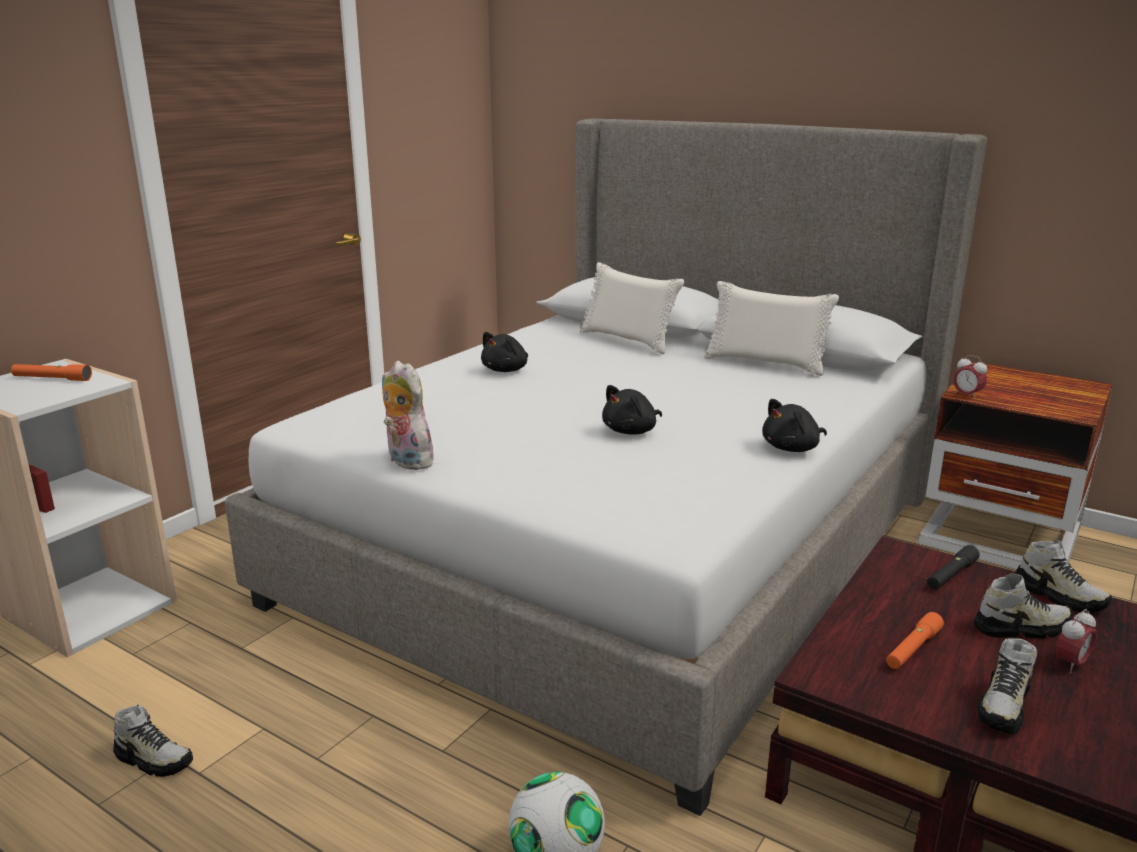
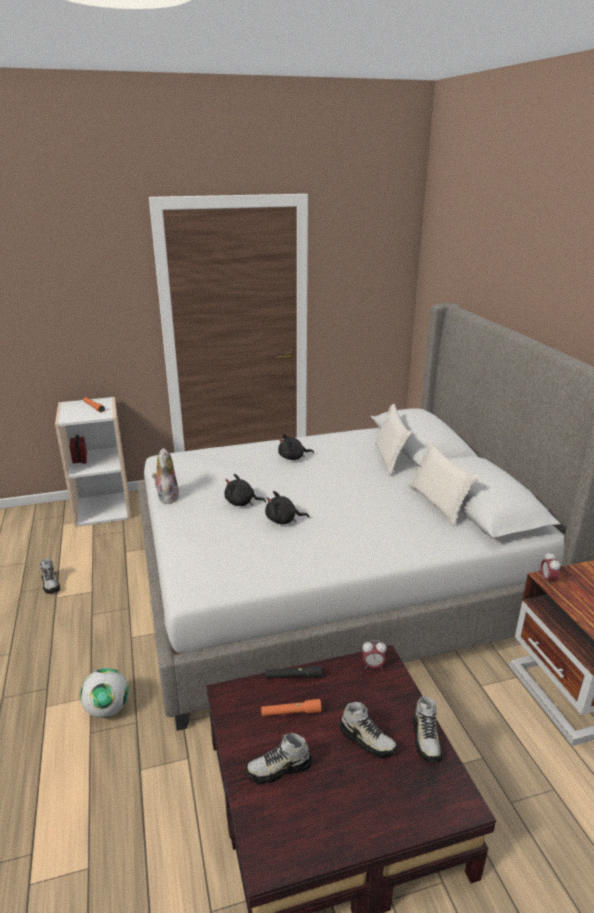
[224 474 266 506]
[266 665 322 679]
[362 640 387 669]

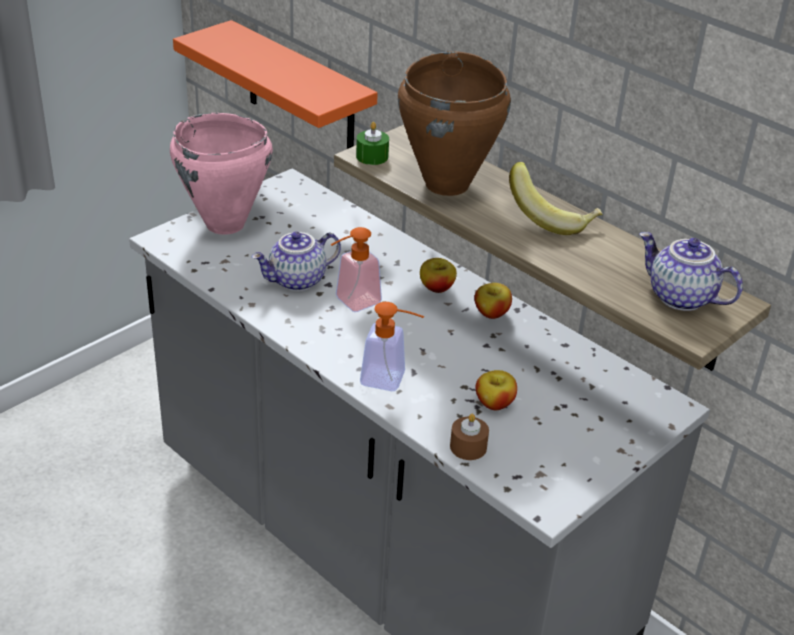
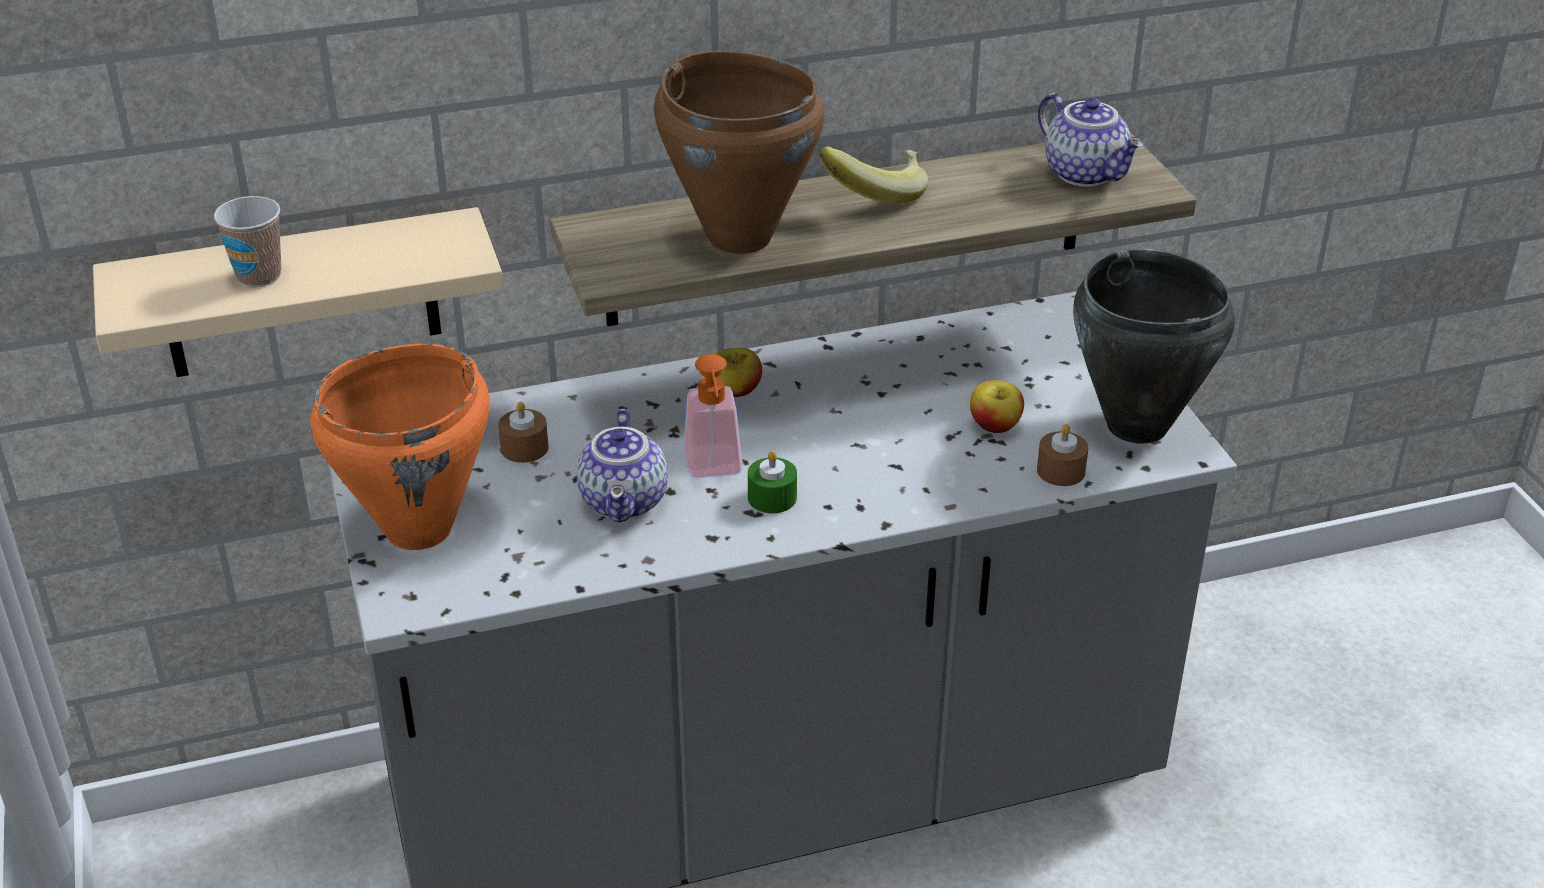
[310 344 490 550]
[93 207 504 377]
[748 450 797 513]
[360 302 424 391] (first image)
[474 283 512 319] (first image)
[1038 93 1144 187]
[214 196 281 287]
[498 401 548 463]
[1073 248 1235 443]

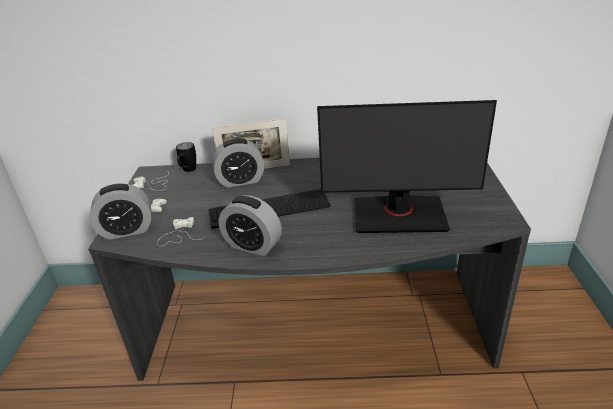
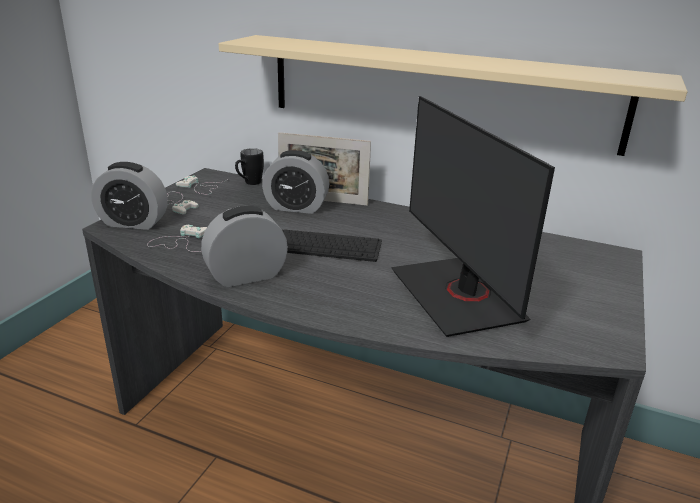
[201 206 288 287]
[391 96 555 337]
[219 35 687 156]

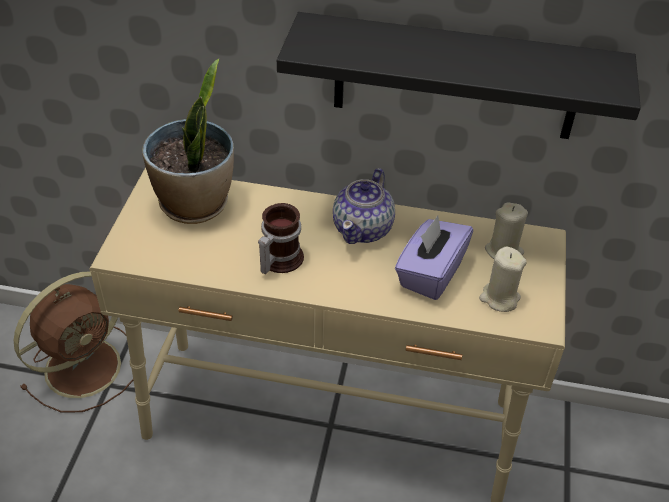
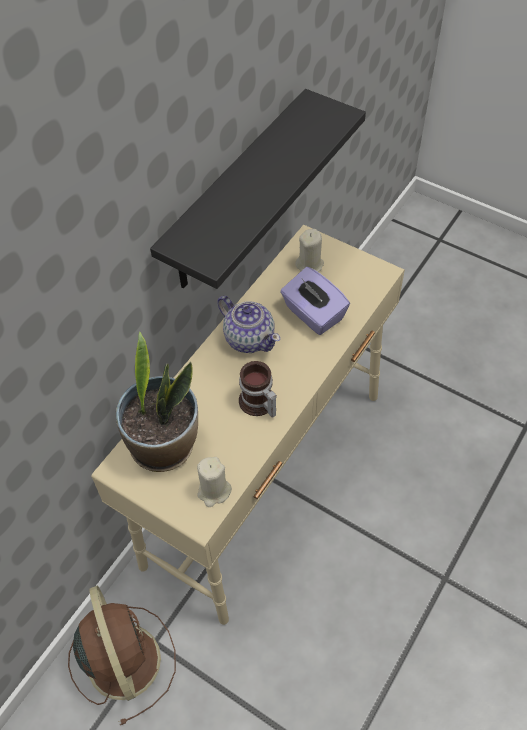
[197 457 232 507]

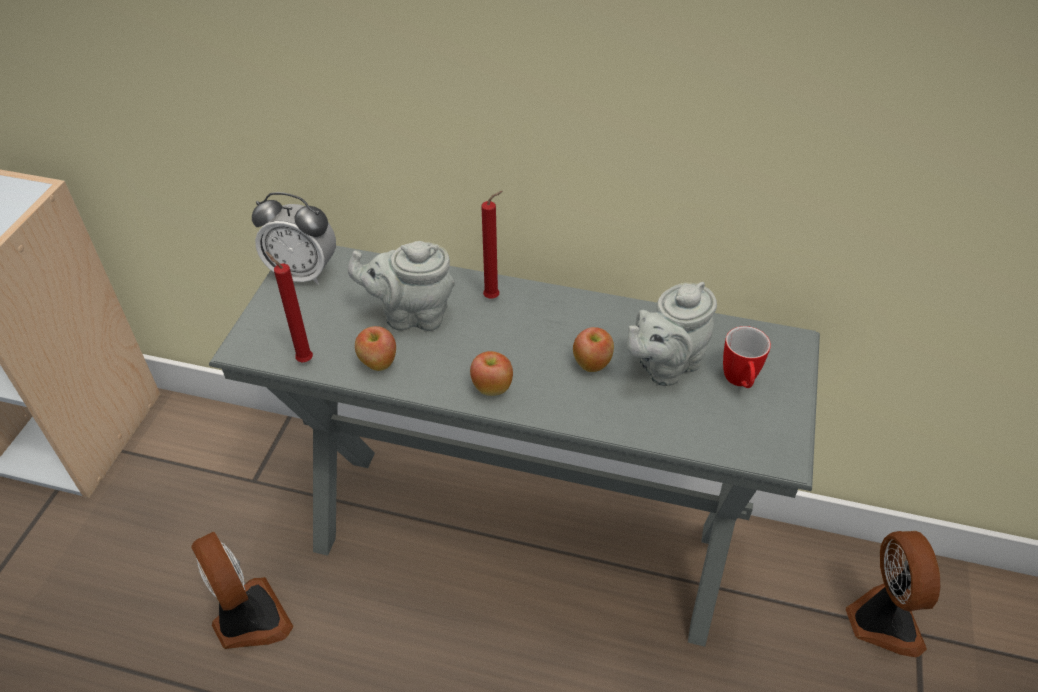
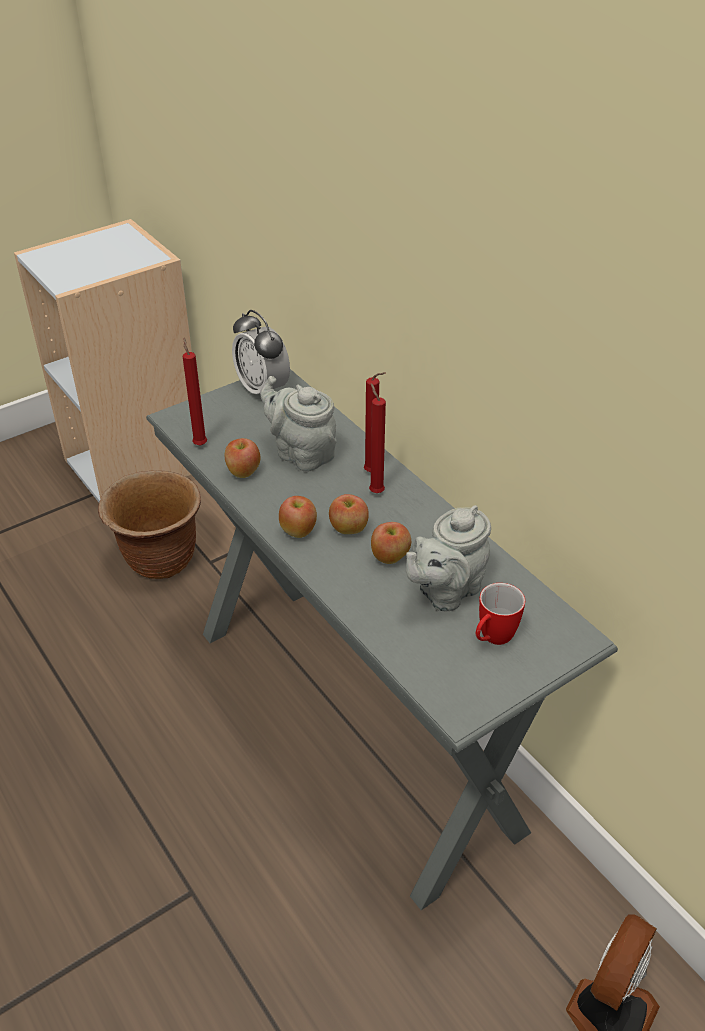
[191 531 294 649] (first image)
[406 505 491 612]
[98 471 201 579]
[329 494 369 534]
[369 383 386 493]

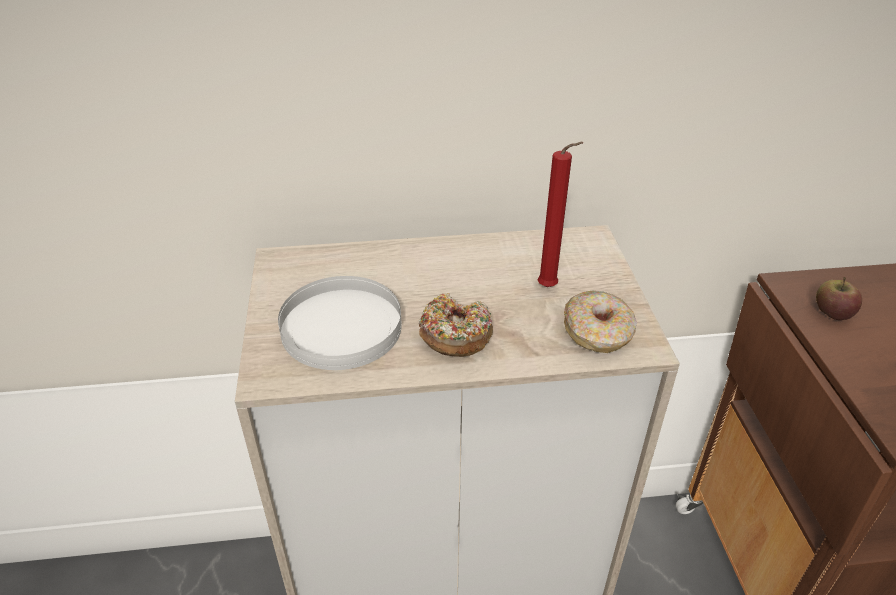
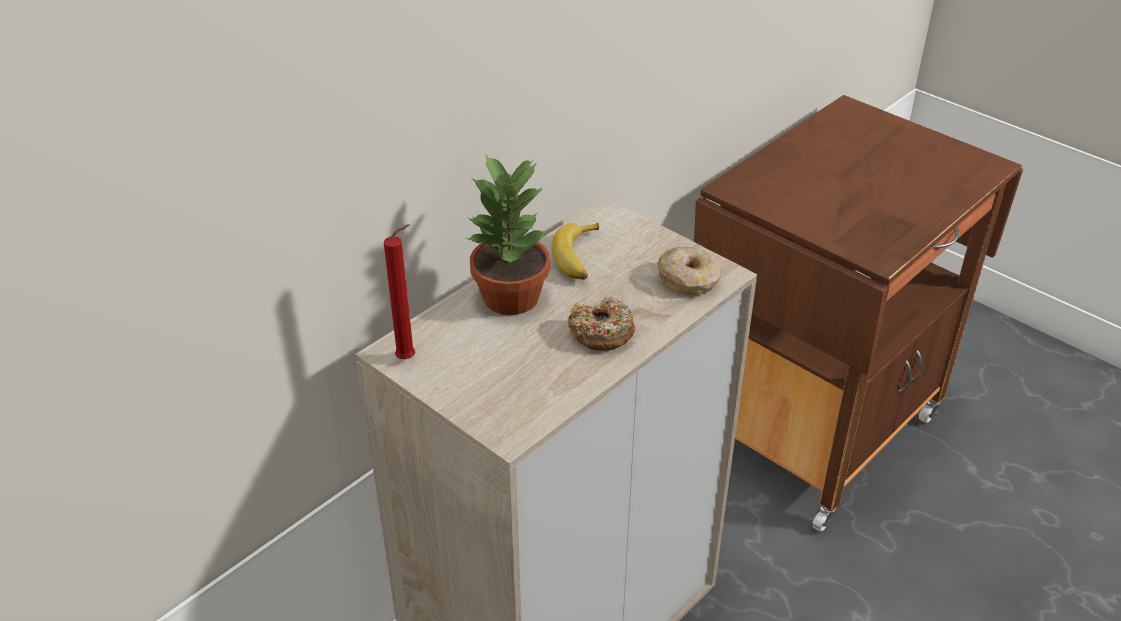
[278 276 402 370] (first image)
[384 224 415 359]
[816 277 862 320] (first image)
[465 153 550 315]
[551 223 599 280]

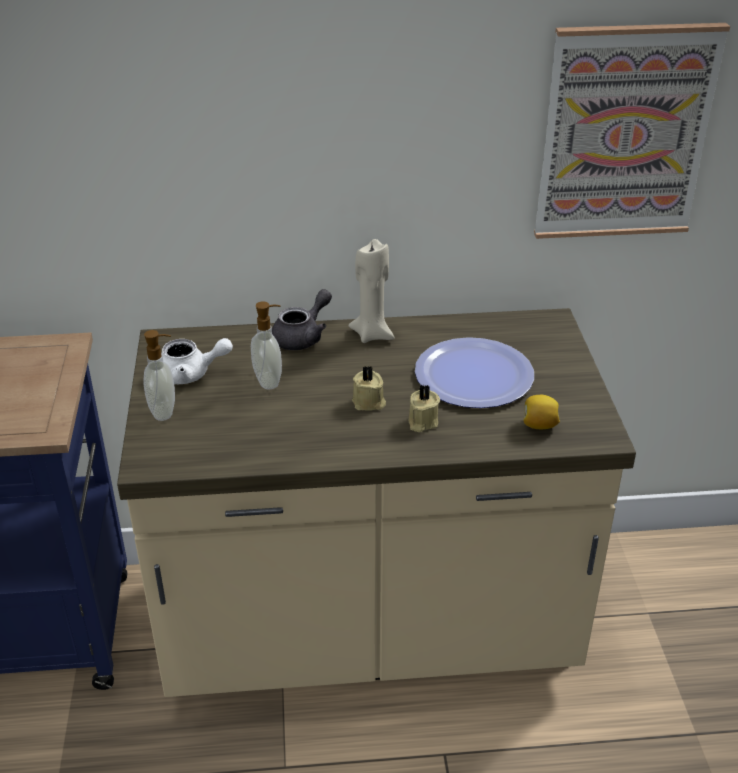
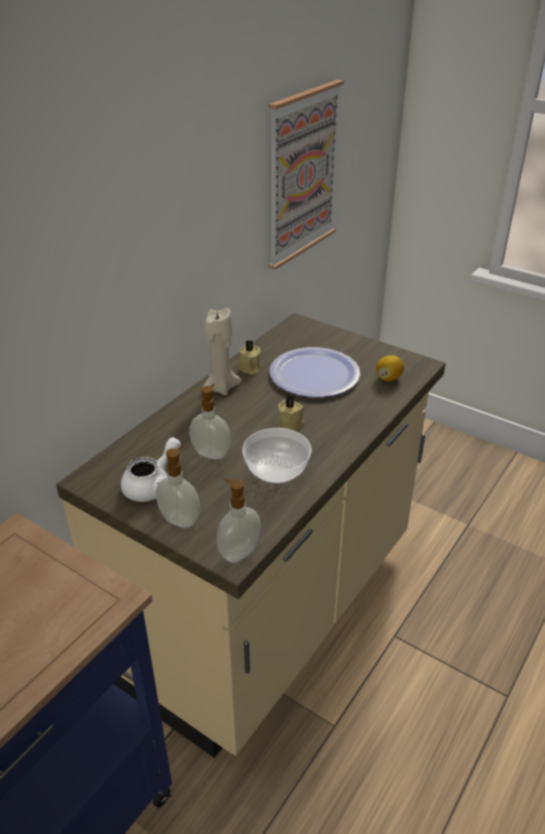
[272 289 332 350] (first image)
[238 340 262 375]
[217 478 261 563]
[242 428 311 484]

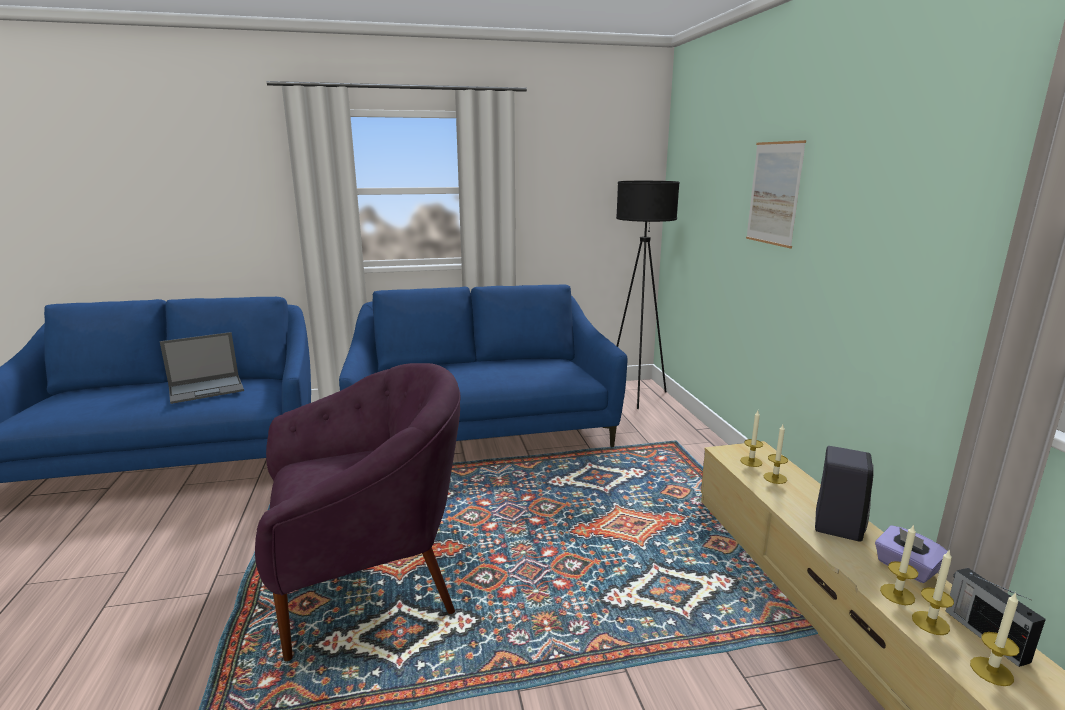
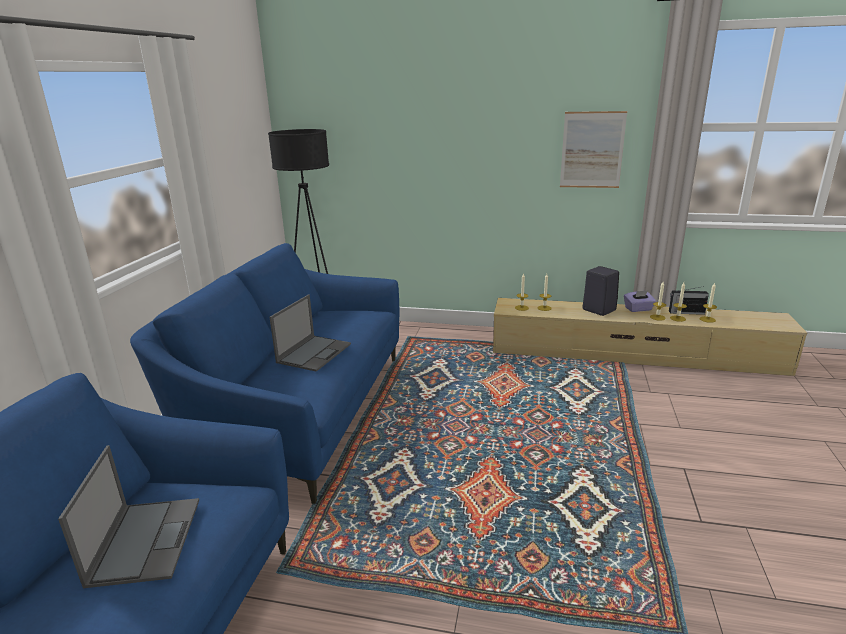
[255 363 461 661] (first image)
[560 111 627 188]
[270 294 351 372]

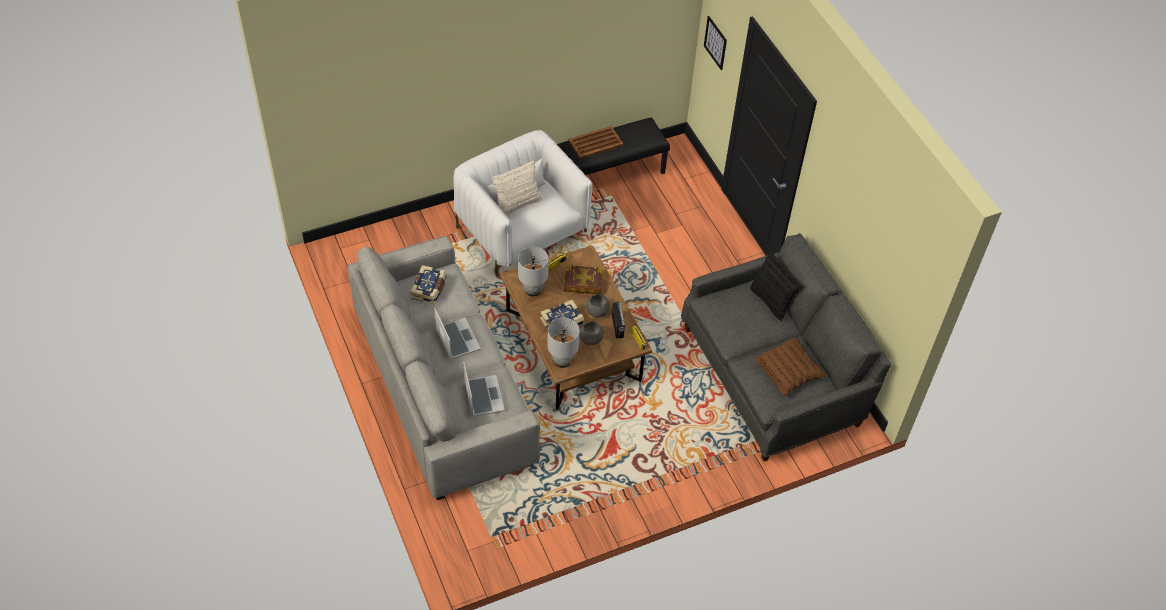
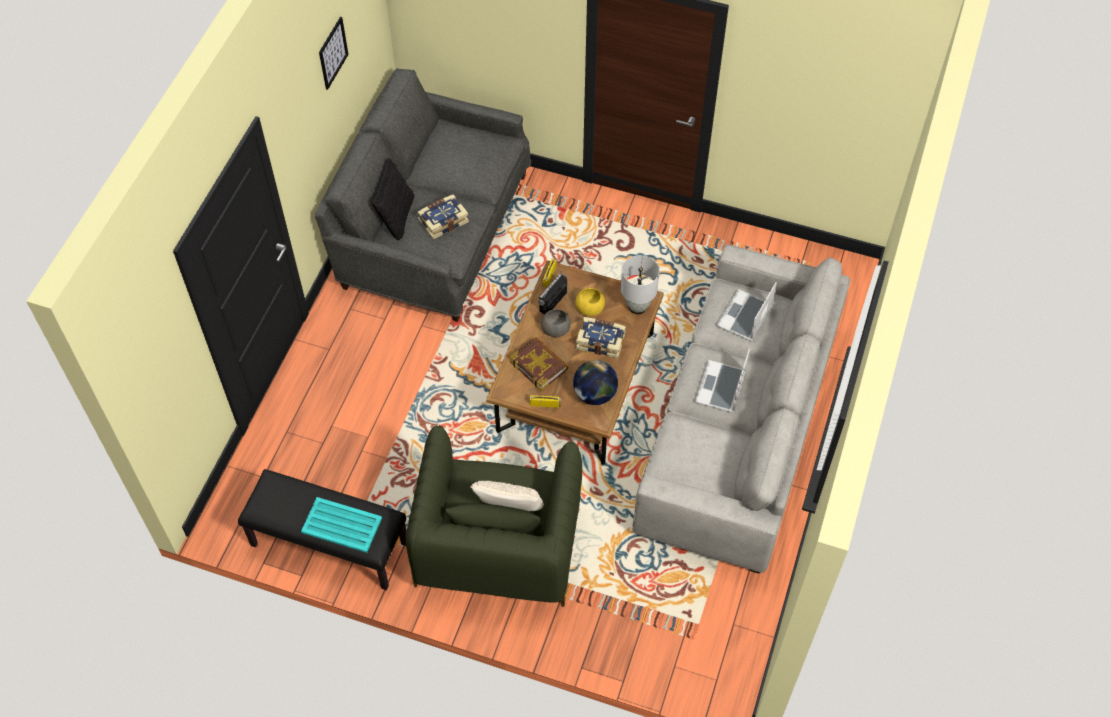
[417 194 469 240]
[405 425 582 607]
[573 360 618 405]
[301 497 382 553]
[576 288 605 316]
[319 17 348 90]
[754 338 825 396] (first image)

